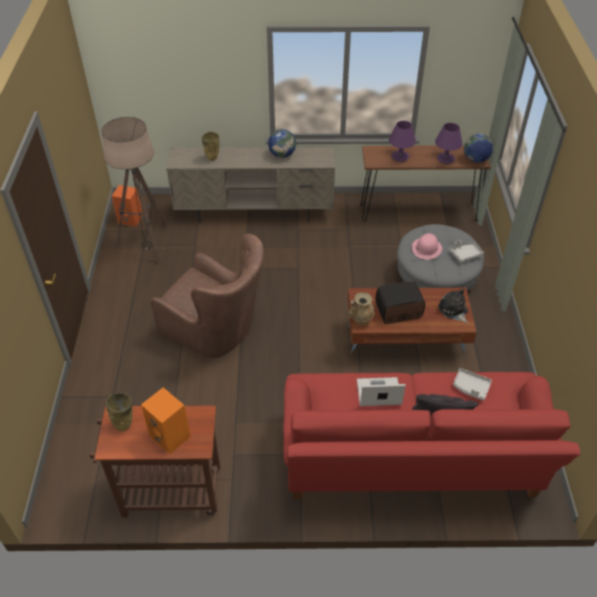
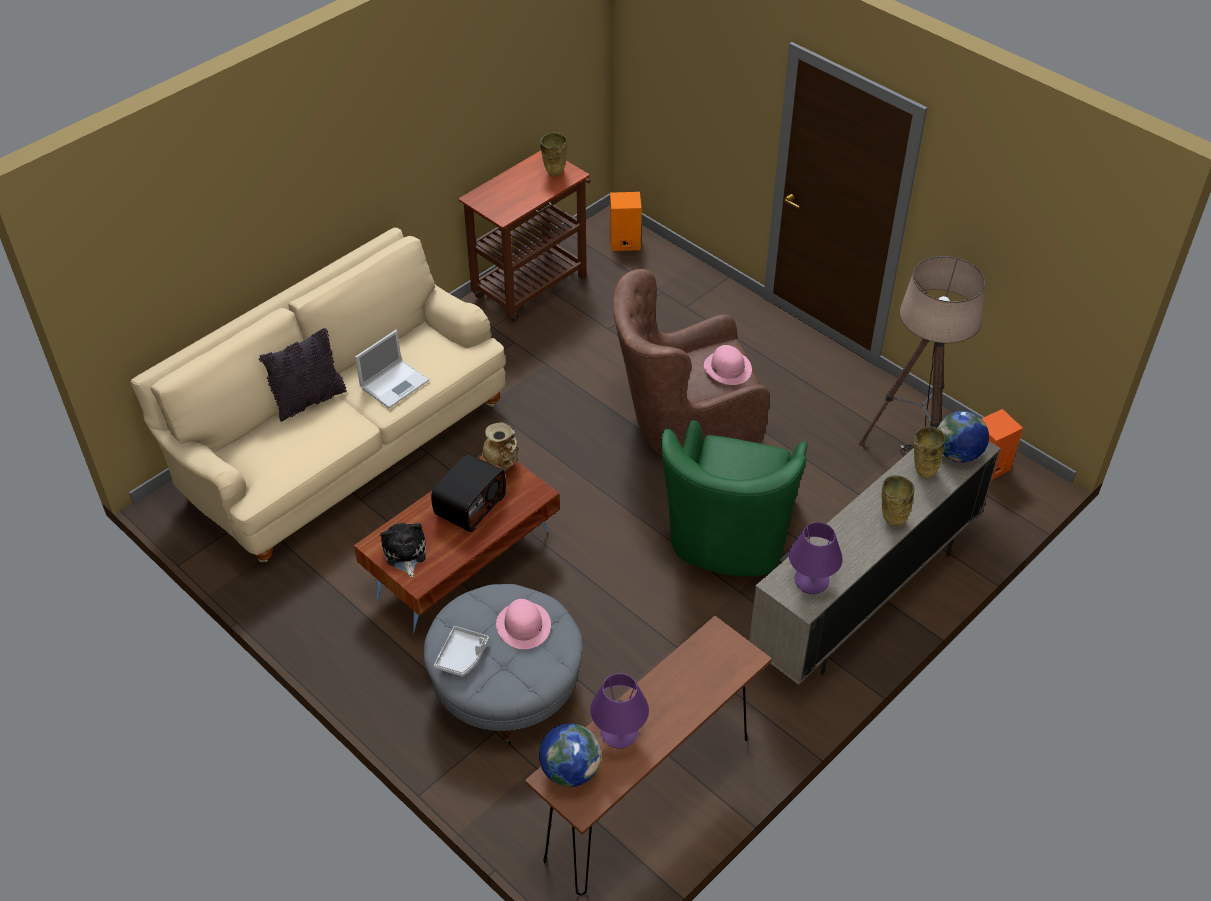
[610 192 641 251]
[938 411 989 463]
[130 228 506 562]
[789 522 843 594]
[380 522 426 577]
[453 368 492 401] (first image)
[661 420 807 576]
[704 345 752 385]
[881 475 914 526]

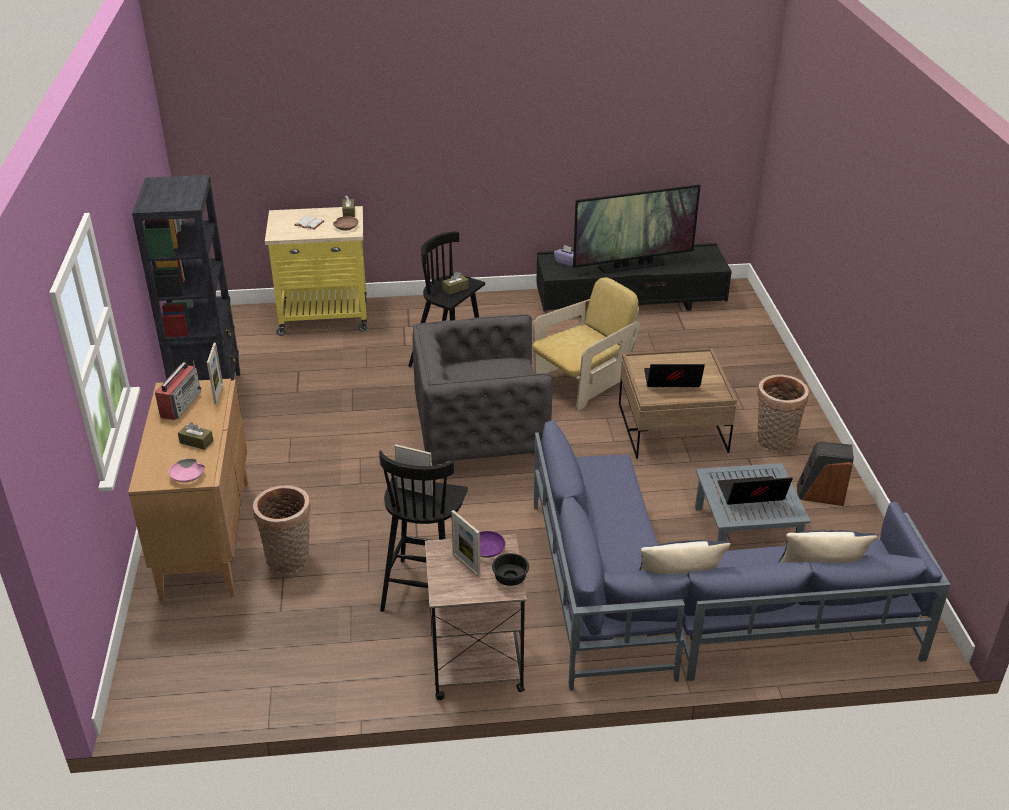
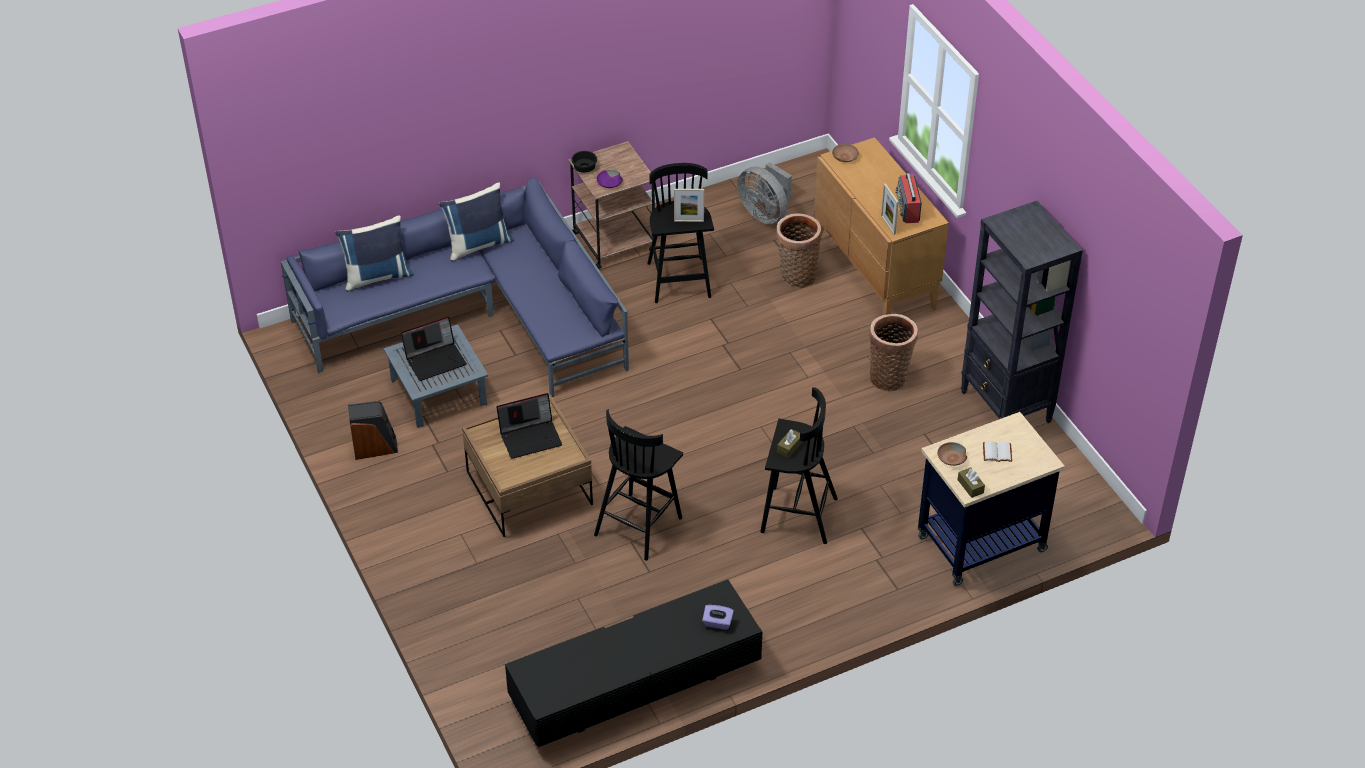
[832 144 859 162]
[178 422 213 450] (first image)
[918 412 1065 586]
[413 314 553 466] (first image)
[451 510 480 577] (first image)
[594 409 683 561]
[573 184 700 273] (first image)
[869 314 918 391]
[737 162 792 224]

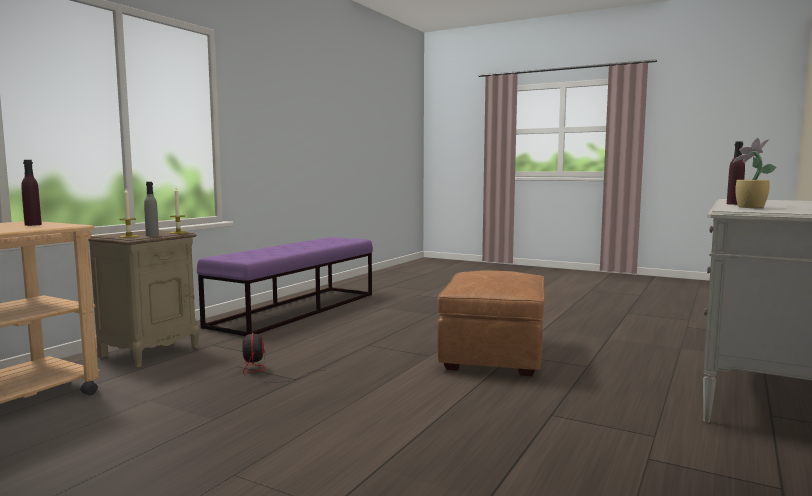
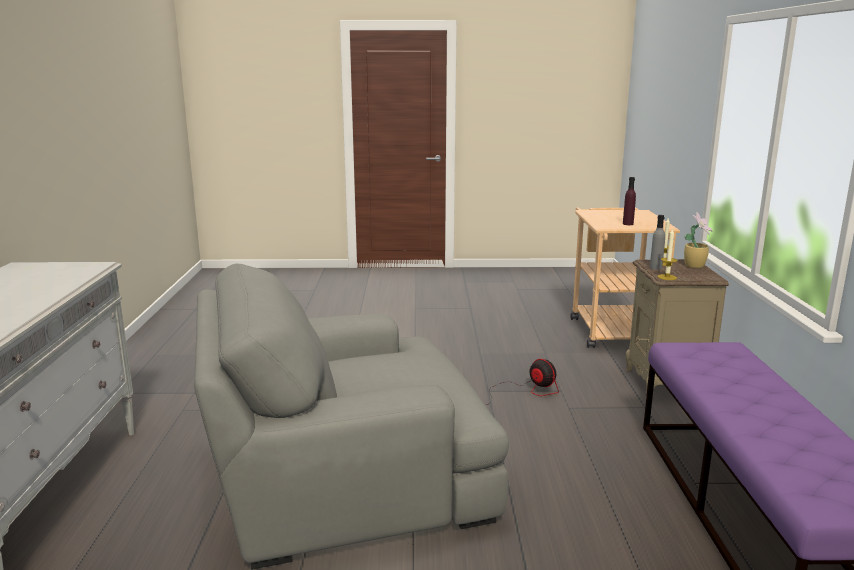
[194 264 509 570]
[727 141 745 205] (first image)
[684 212 713 268]

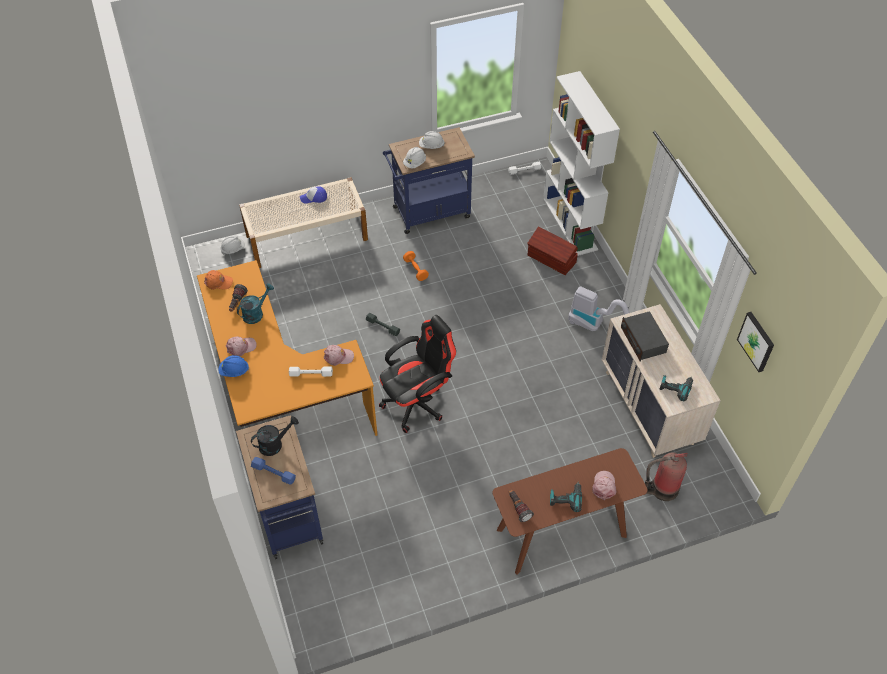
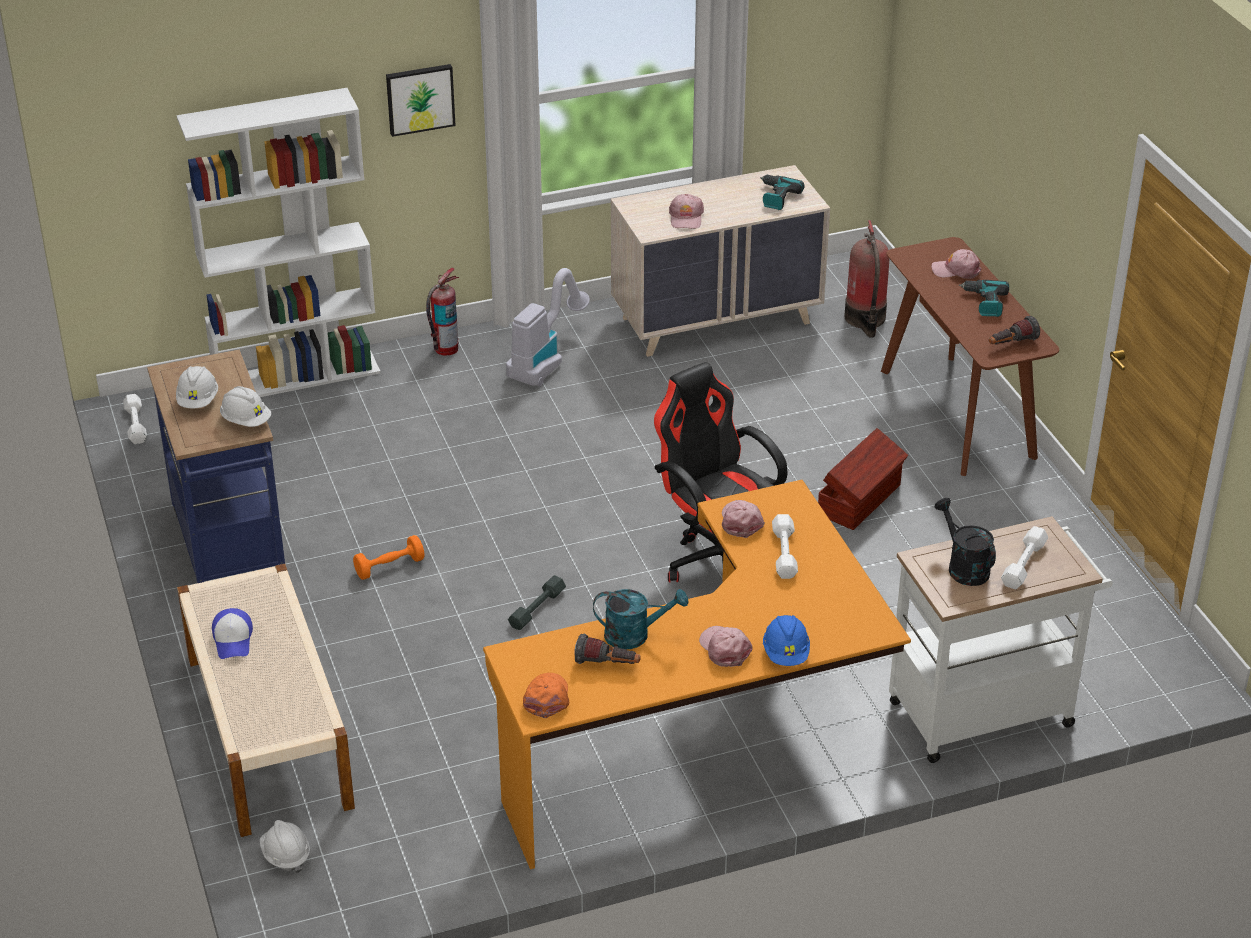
[889 516 1113 763]
[593 589 688 649]
[1001 526 1048 589]
[818 428 908 530]
[669 194 704 229]
[386 64 456 137]
[426 268 459 356]

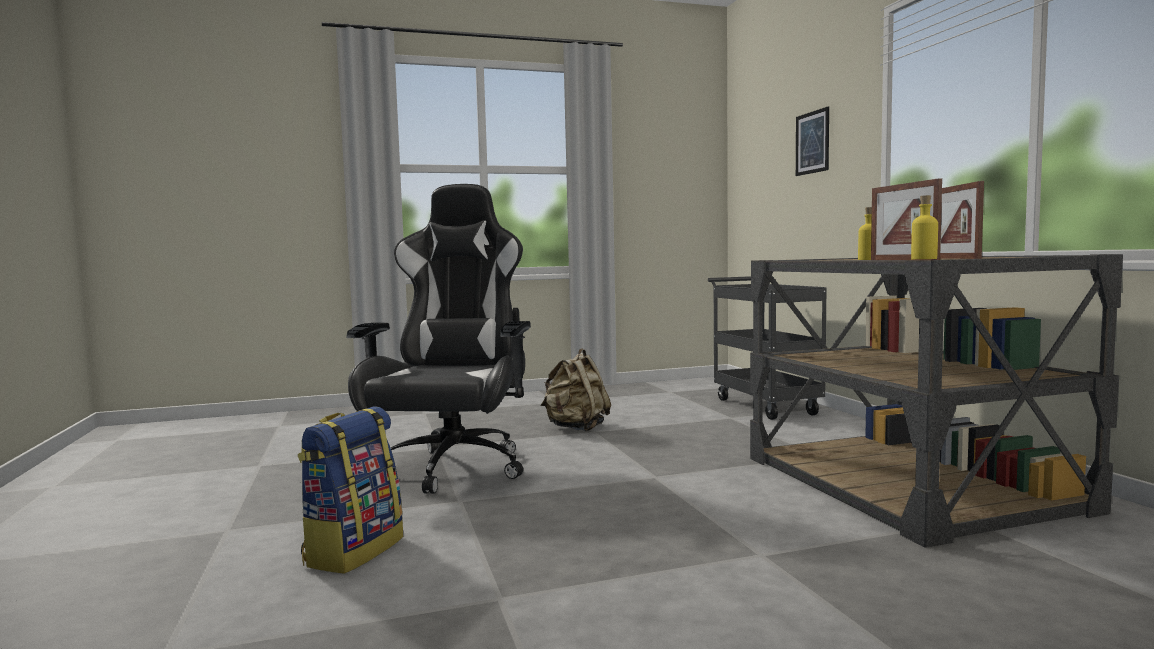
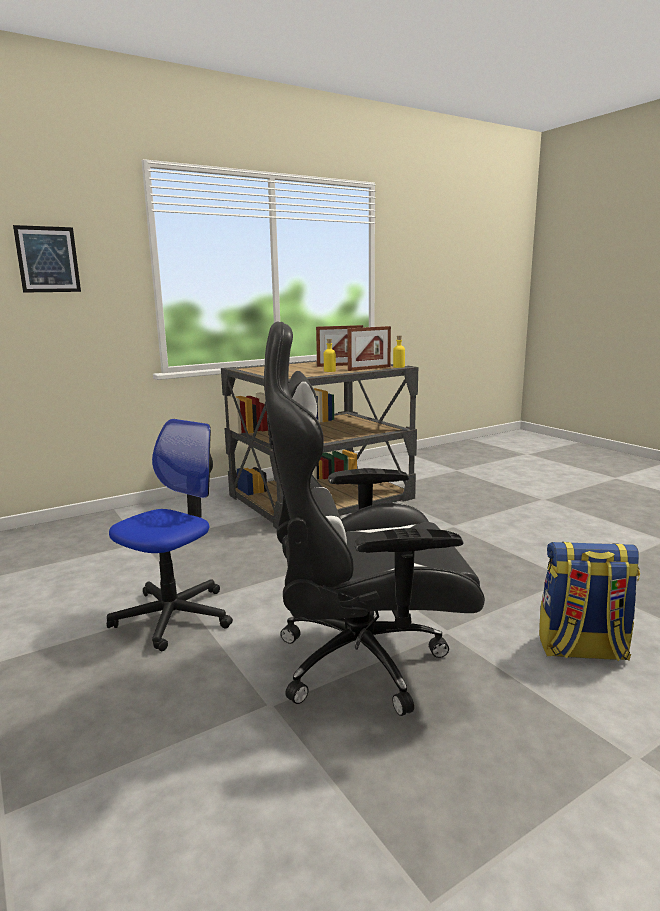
[107 419 233 651]
[708 276 826 420] (first image)

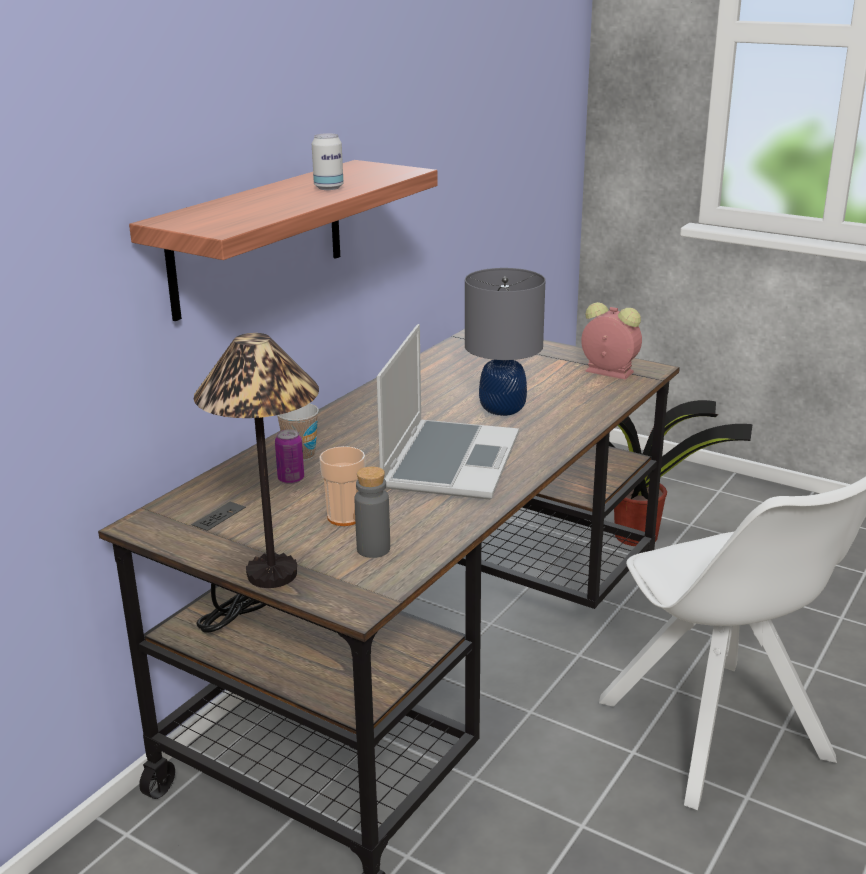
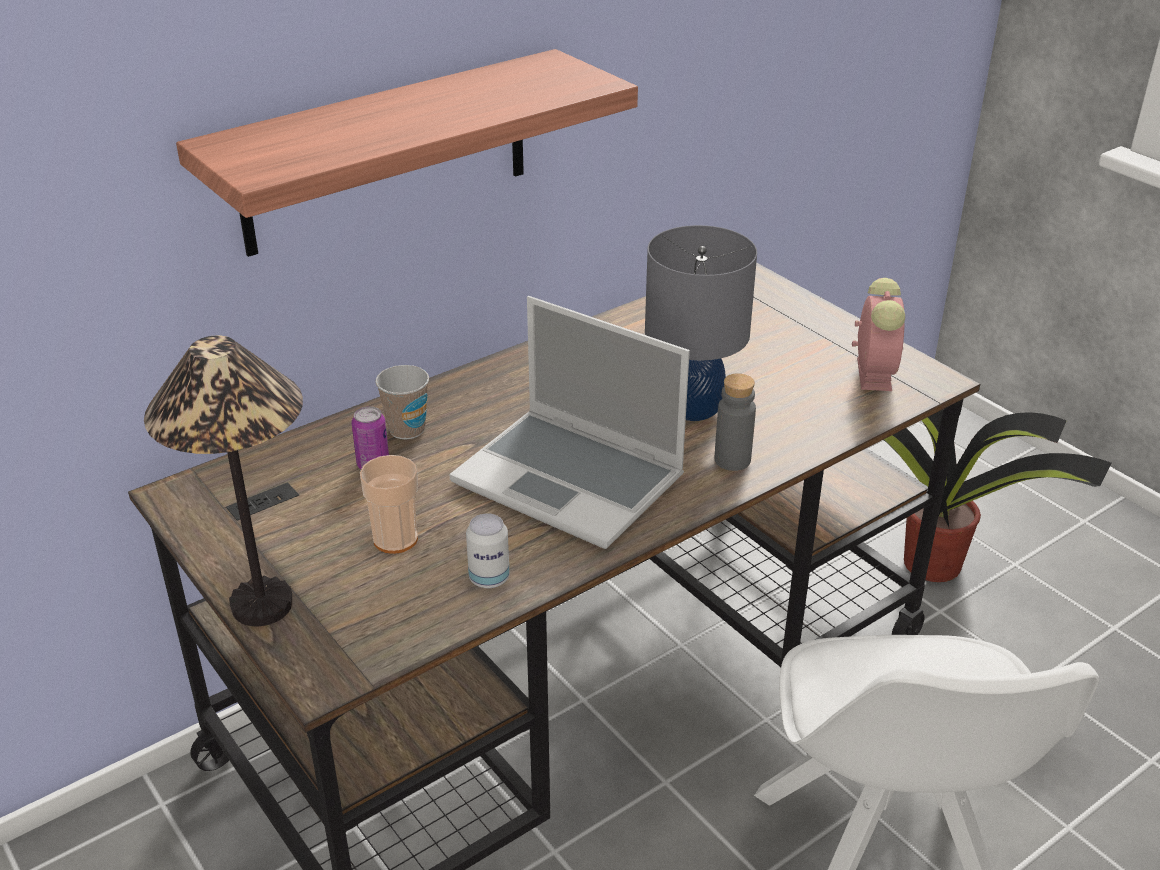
[466 513 510 588]
[715 373 756 471]
[449 296 690 549]
[852 278 905 391]

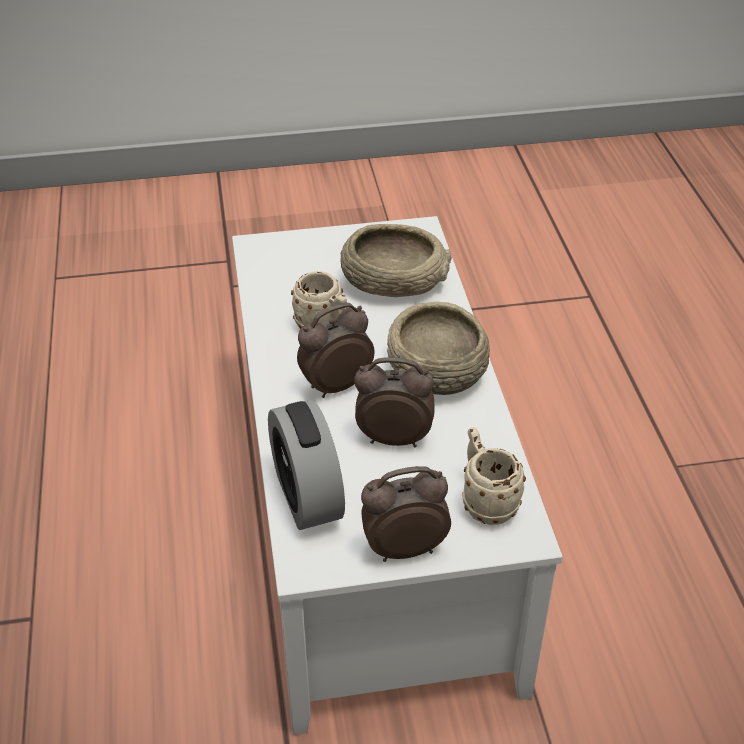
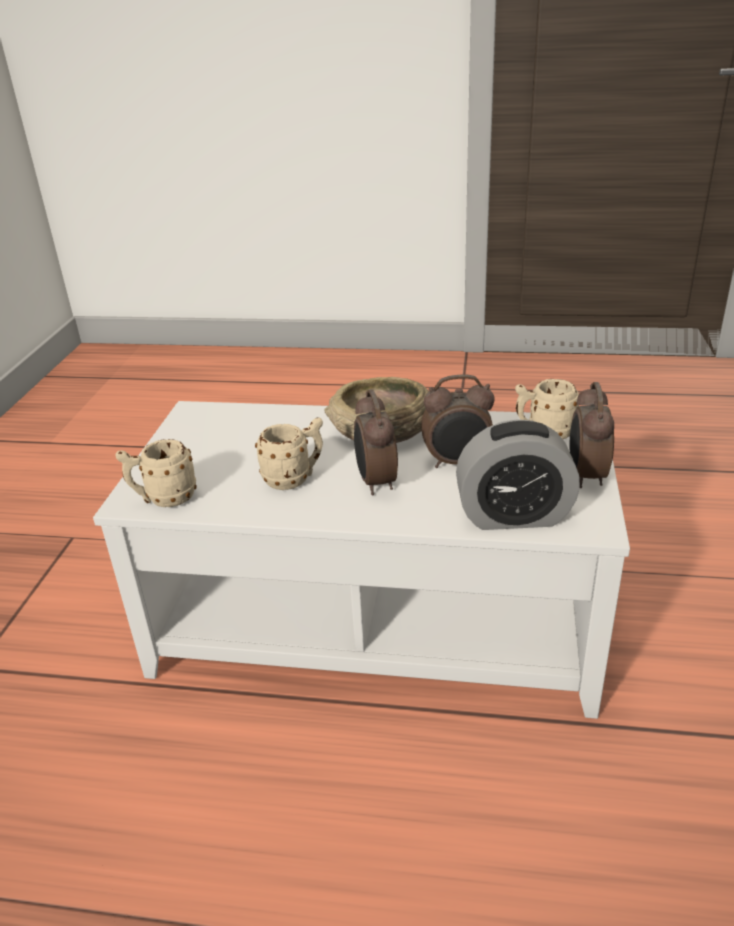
[340 224 452 297] (first image)
[421 374 495 468]
[115 439 196 507]

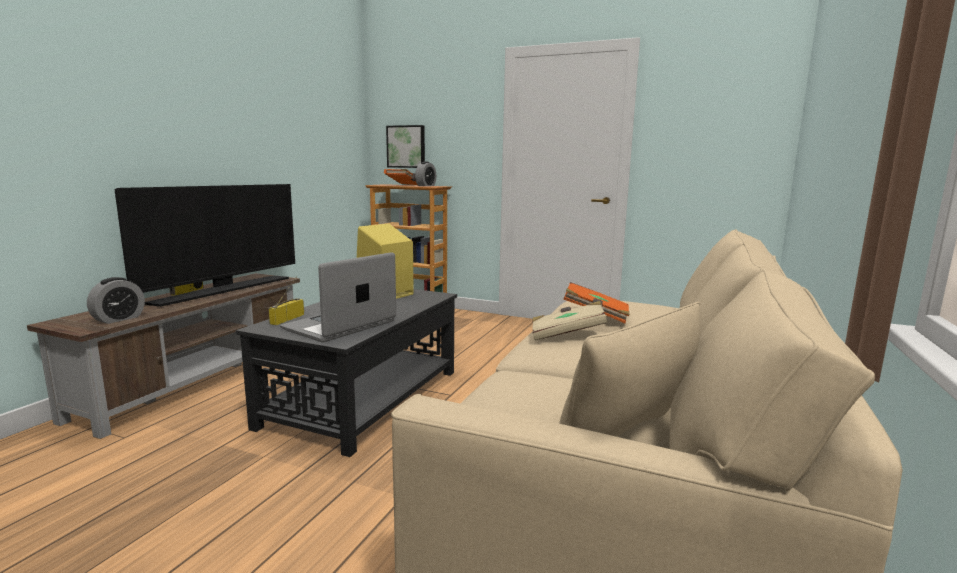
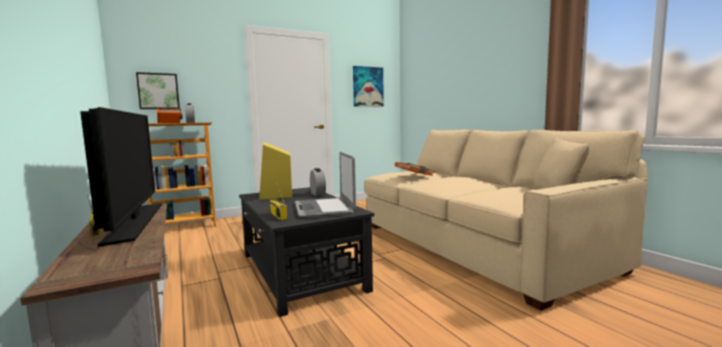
[310 168 326 196]
[532 301 607 341] (first image)
[353 66 384 107]

